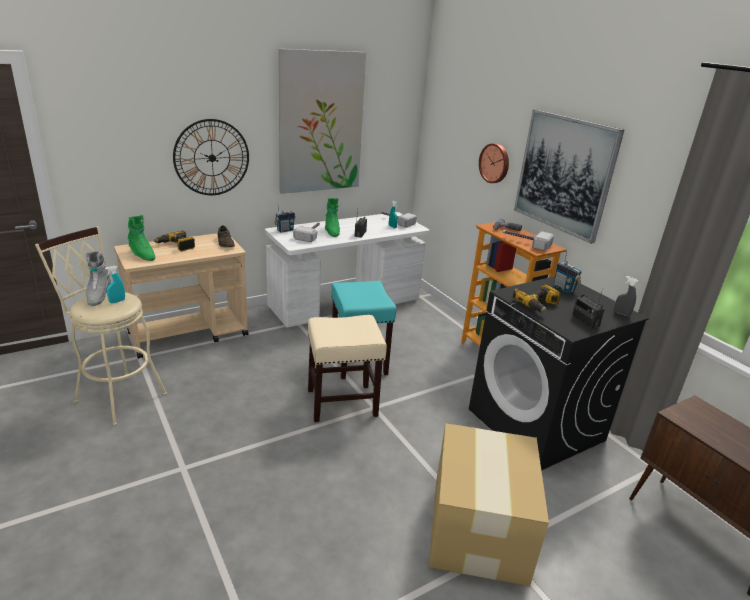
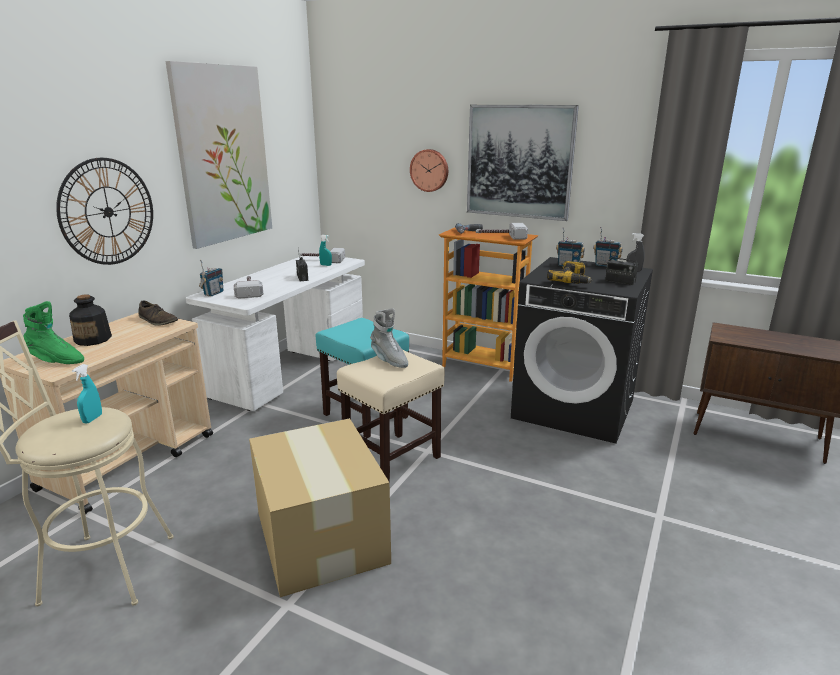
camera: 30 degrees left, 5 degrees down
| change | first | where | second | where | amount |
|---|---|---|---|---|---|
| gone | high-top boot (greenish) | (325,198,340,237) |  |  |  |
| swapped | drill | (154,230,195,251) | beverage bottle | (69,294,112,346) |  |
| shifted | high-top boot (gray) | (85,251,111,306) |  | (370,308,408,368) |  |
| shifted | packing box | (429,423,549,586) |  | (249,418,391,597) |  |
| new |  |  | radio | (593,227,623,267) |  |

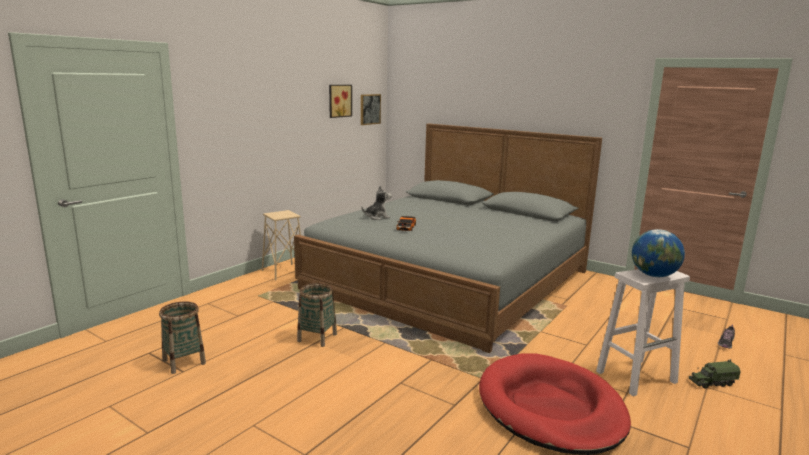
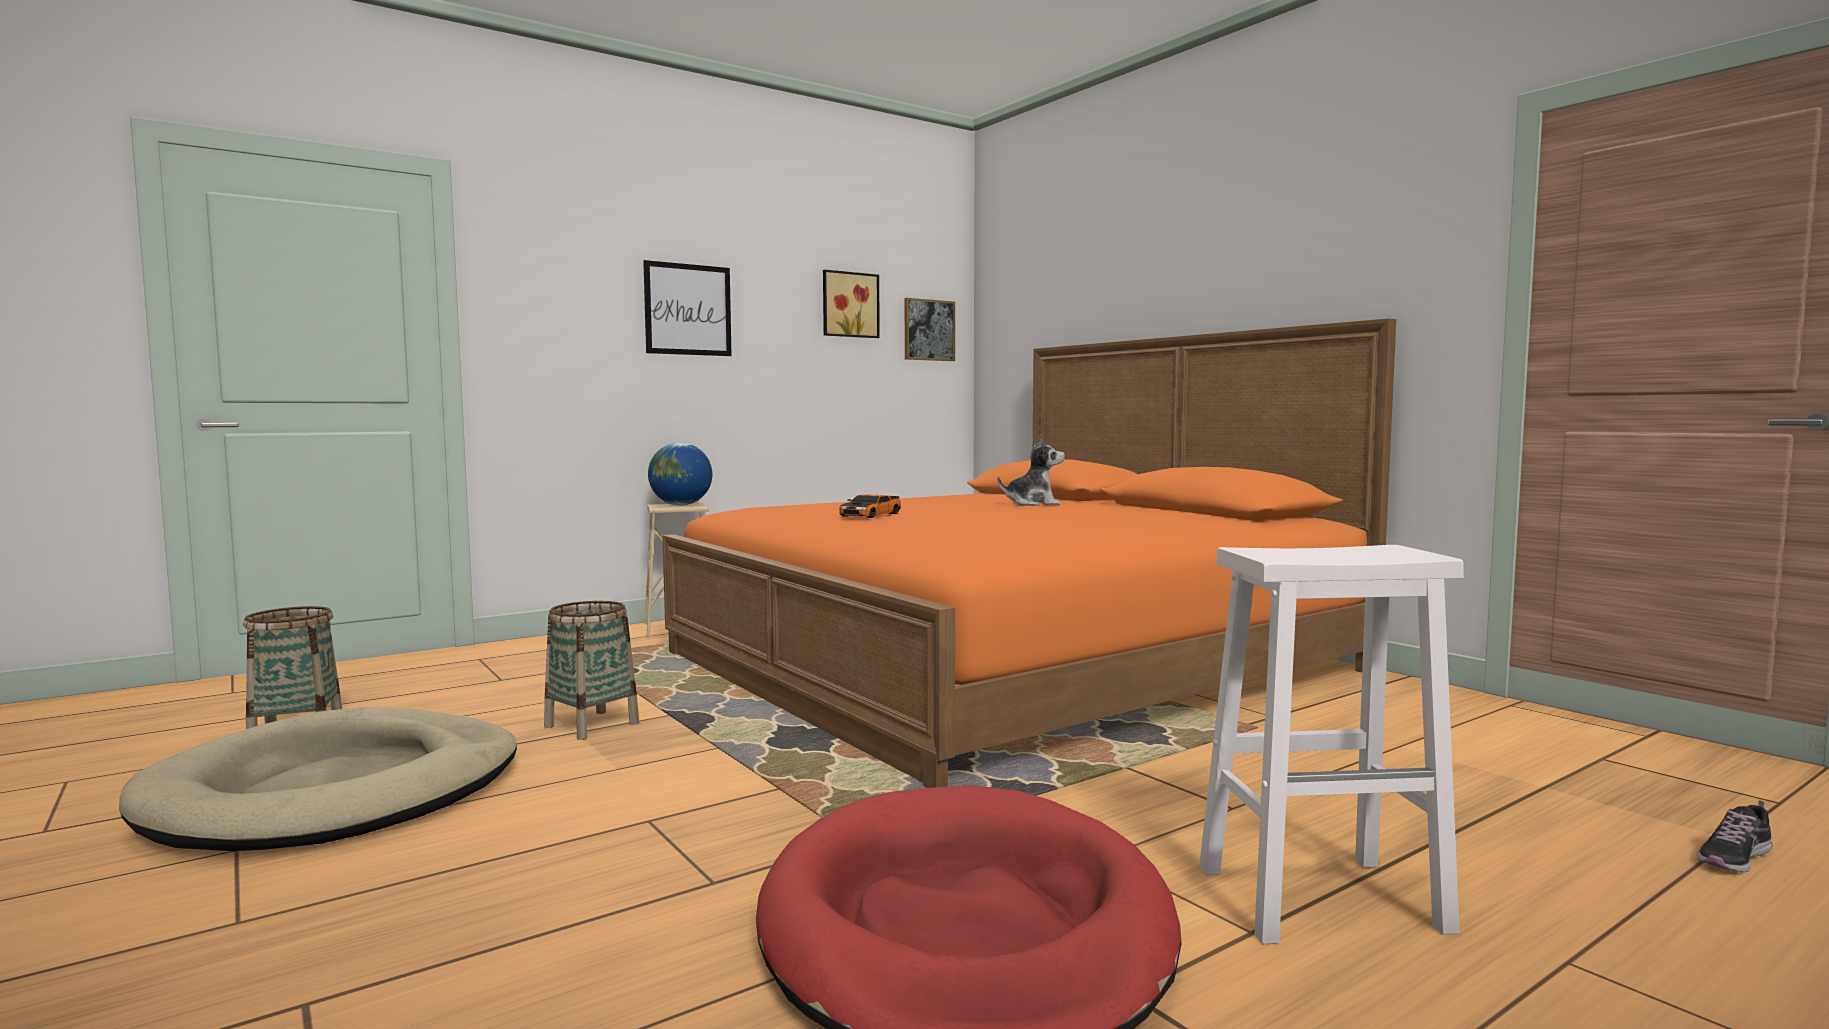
camera: 20 degrees right, 10 degrees down
| change | first | where | second | where | amount |
|---|---|---|---|---|---|
| repainted | bed (gray) | (294,124,602,353) | bed (orange) | (662,318,1396,788) |  |
| shifted | cuddly toy | (361,186,391,220) |  | (998,435,1065,506) |  |
| shifted | globe | (632,229,685,277) |  | (648,443,712,505) |  |
| gone | model truck | (689,359,741,389) |  |  |  |
| new |  |  | picture | (643,260,732,356) |  |
| new |  |  | dog cushion (beige-coloured) | (119,707,517,851) |  |

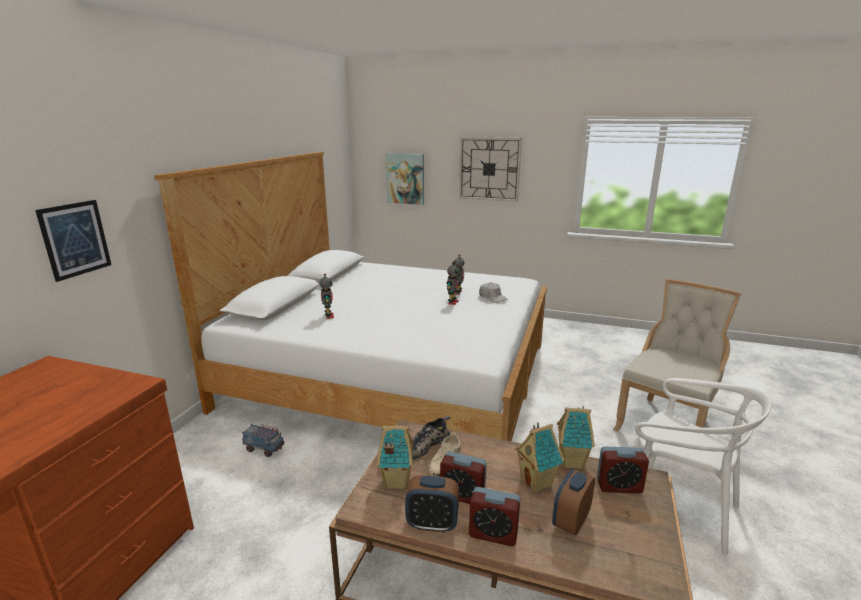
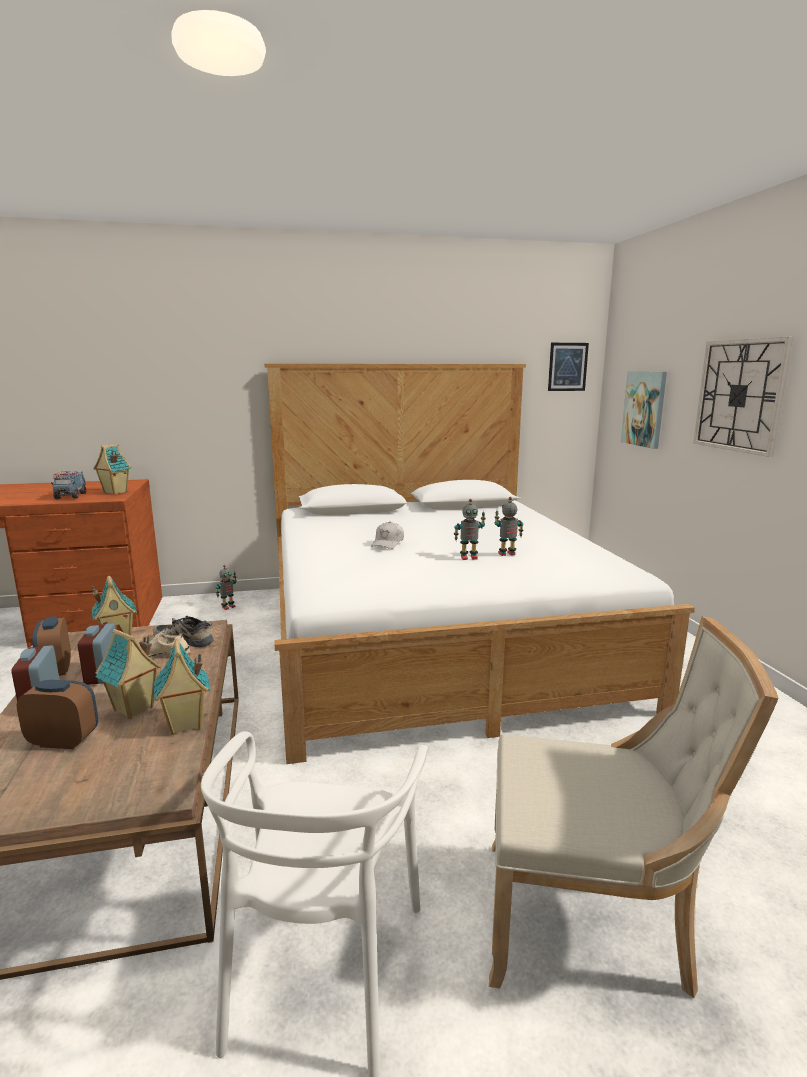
camera: 60 degrees right, 5 degrees down
| change | first | where | second | where | amount |
|---|---|---|---|---|---|
| shifted | picture | (35,200,111,282) |  | (548,343,589,391) |  |
| shifted | model robot | (320,274,334,319) |  | (215,565,237,610) |  |
| shifted | cap (white-coloured) | (479,282,508,303) |  | (371,522,404,549) |  |
| shifted | model truck | (242,424,284,457) |  | (51,471,86,499) |  |
| gone | alarm clock | (597,446,649,494) |  |  |  |
| new |  |  | model house | (93,444,131,494) |  |

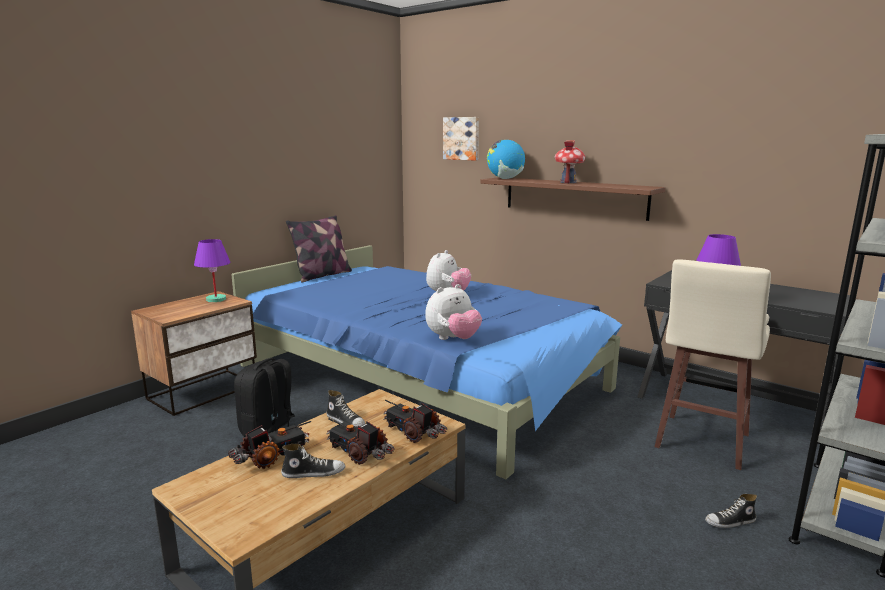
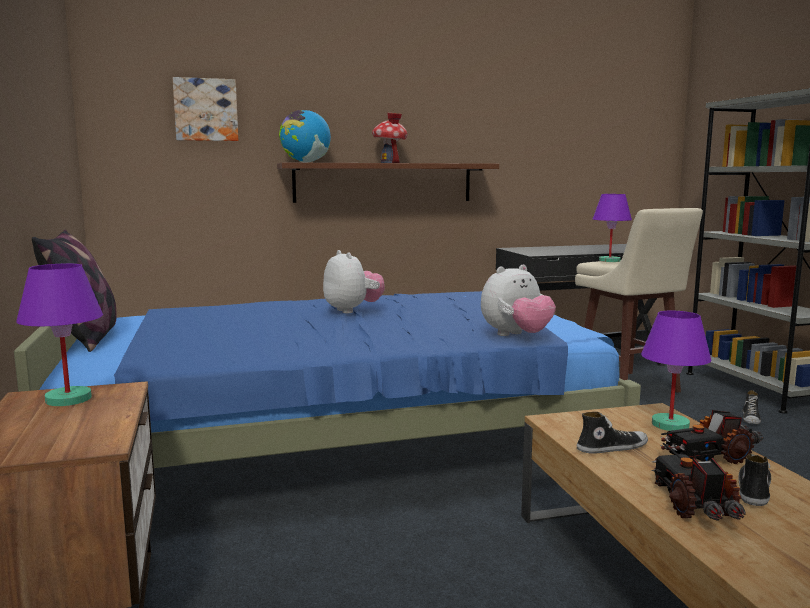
camera: 55 degrees left, 5 degrees down
| change | first | where | second | where | amount |
|---|---|---|---|---|---|
| rotated | cuddly toy | (425,284,482,340) |  | (481,265,556,336) | 60 degrees clockwise |
| gone | backpack (black-coloured) | (234,358,295,437) |  |  |  |
| swapped | model truck | (384,400,447,443) | lamp for a table (purplish) | (641,311,711,431) |  |

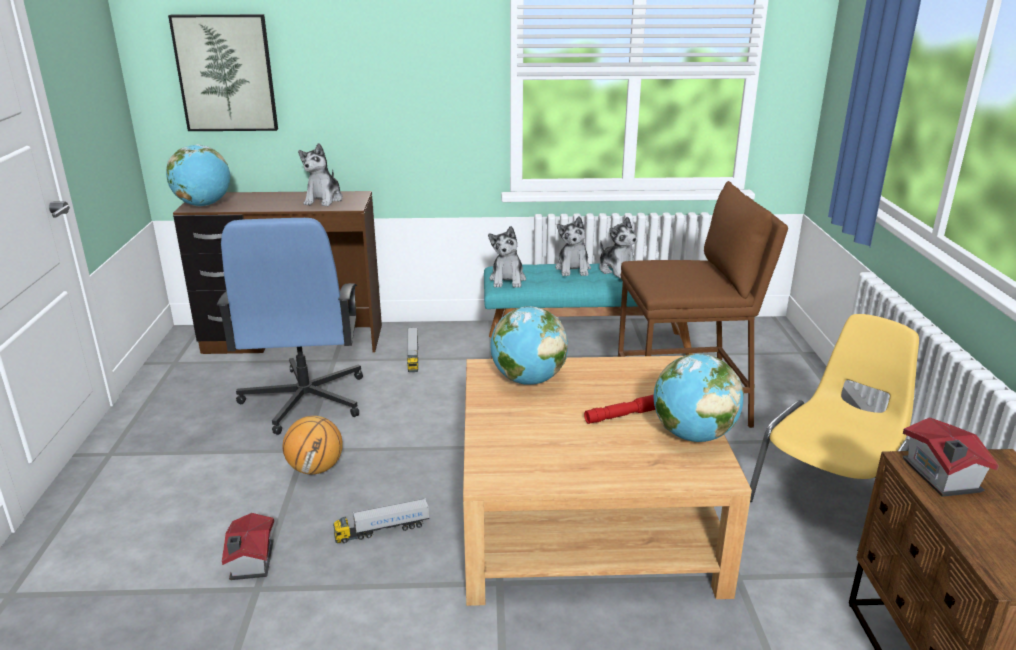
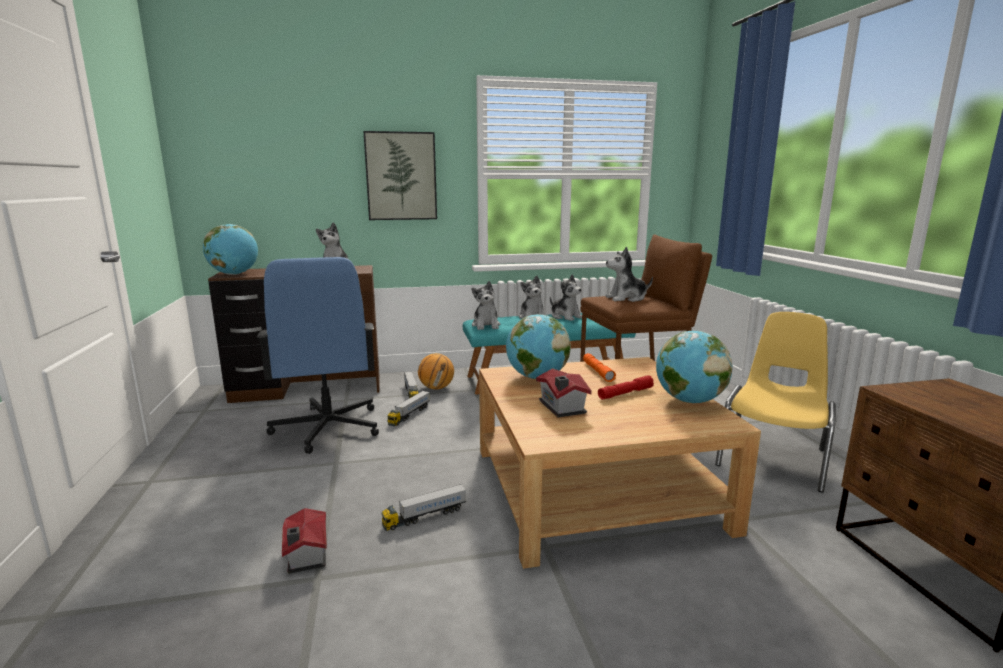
camera: 10 degrees left, 10 degrees down
| change | first | where | second | where | amount |
|---|---|---|---|---|---|
| shifted | picture | (168,14,278,131) |  | (363,131,437,220) |  |
| shifted | basketball | (282,416,343,475) |  | (418,353,454,389) |  |
| shifted | model house | (903,417,999,497) |  | (536,368,592,417) |  |
| new |  |  | cuddly toy | (605,247,653,302) |  |
| new |  |  | torch (orange) | (583,353,616,382) |  |
| new |  |  | model truck | (387,391,430,426) |  |

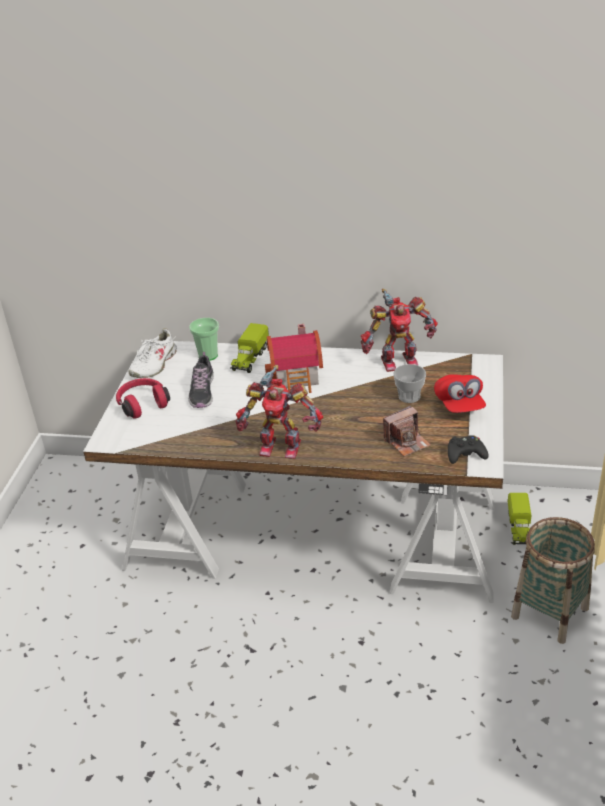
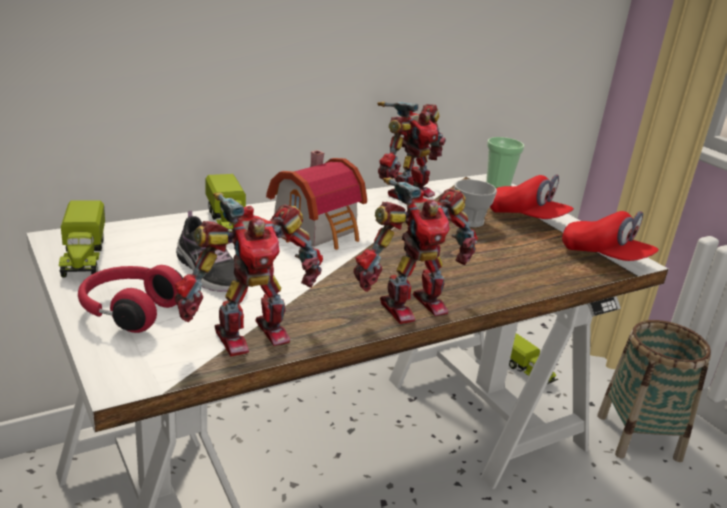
camera: 45 degrees left, 10 degrees down
| change | first | where | second | where | amount |
|---|---|---|---|---|---|
| shifted | cup | (189,318,219,361) |  | (486,137,524,188) |  |
| swapped | shoe (white-coloured) | (129,328,177,378) | model truck | (59,200,105,278) |  |
| gone | still camera | (383,406,431,457) |  |  |  |
| swapped | game controller (black-coloured) | (448,435,488,464) | cap (red-coloured) | (562,211,659,261) |  |
| new |  |  | model robot | (174,193,323,356) |  |

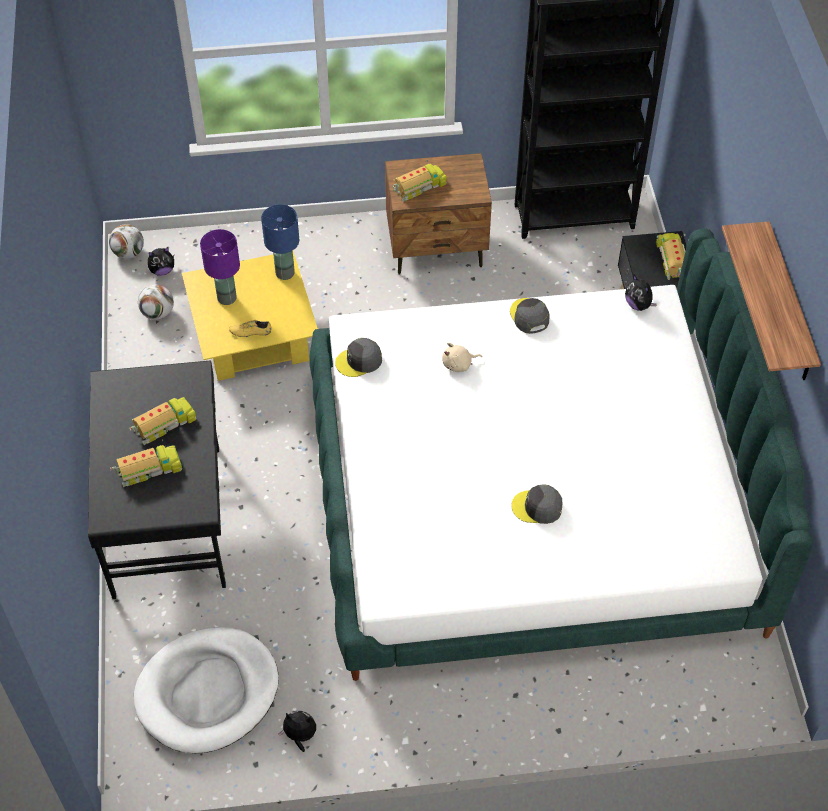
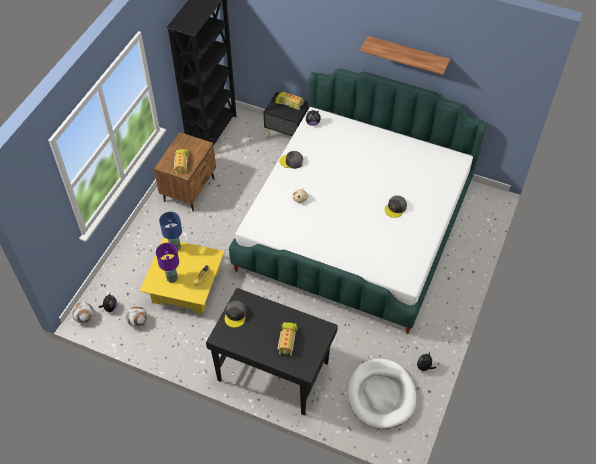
camera: 60 degrees left, 0 degrees up
| change | first | where | second | where | amount |
|---|---|---|---|---|---|
| shifted | cap (gray) | (335,338,382,377) |  | (225,301,247,328) |  |
| gone | model truck | (129,393,196,445) |  |  |  |

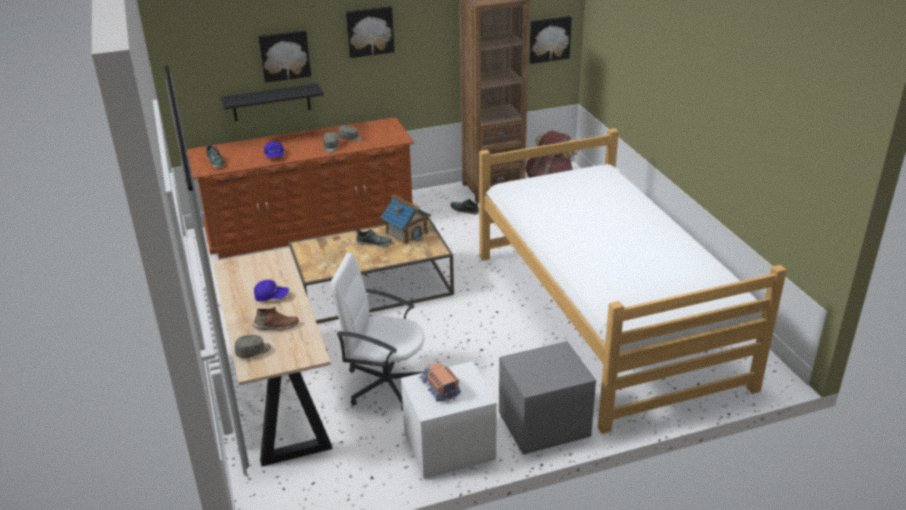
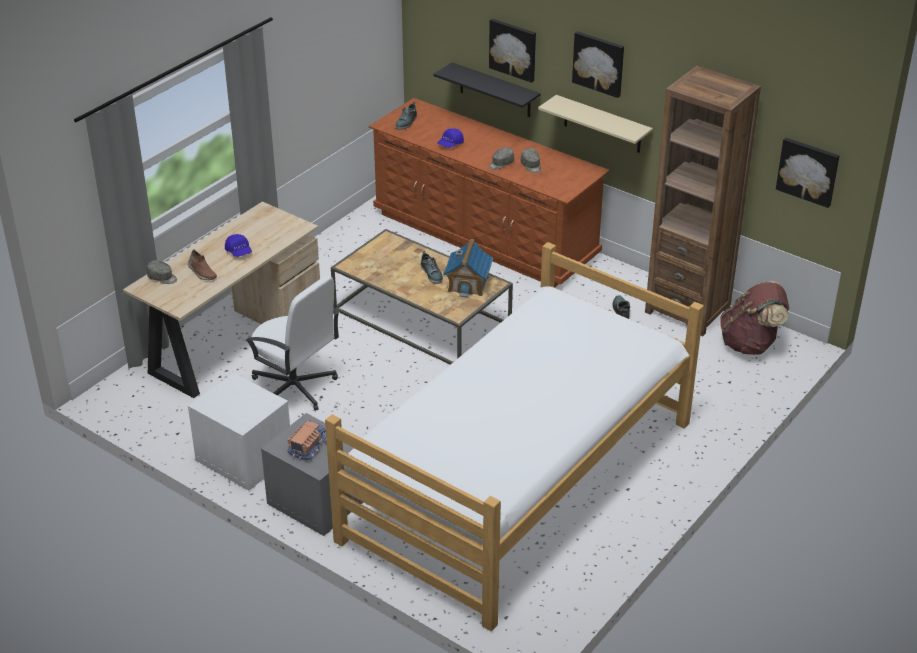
camera: 55 degrees right, 5 degrees up
| change | first | where | second | where | amount |
|---|---|---|---|---|---|
| rotated | office chair (white-coloured) | (331,253,425,411) |  | (245,276,339,411) | 150 degrees clockwise |
| shifted | model truck | (418,361,461,403) |  | (287,420,326,461) |  |
| new |  |  | bracket shelf (beige-coloured) | (538,95,653,153) |  |

